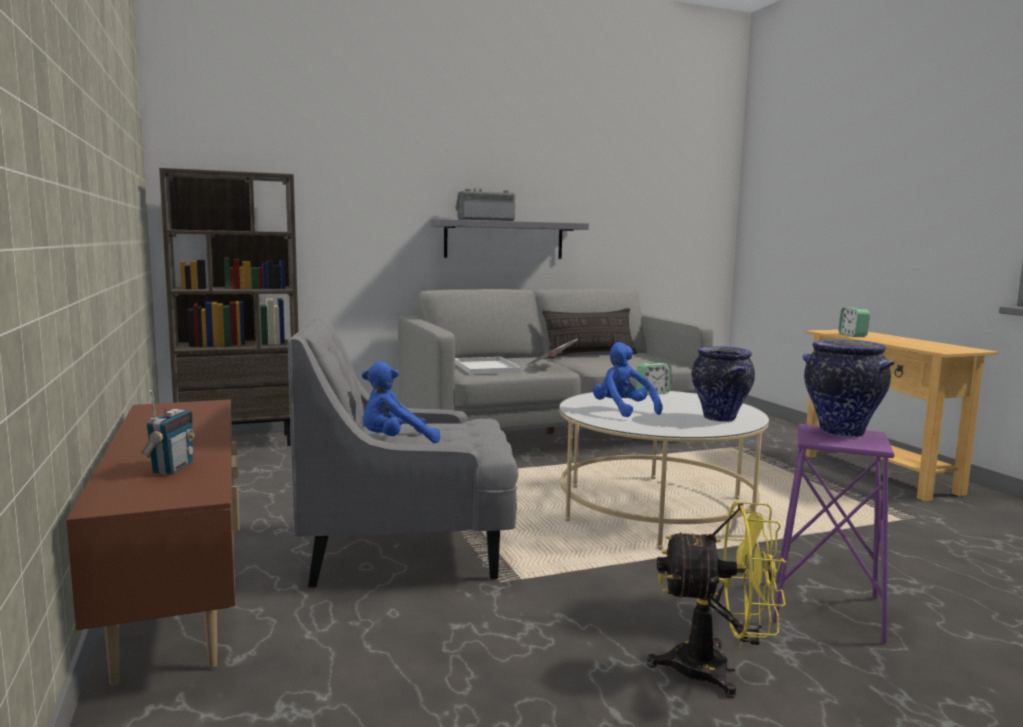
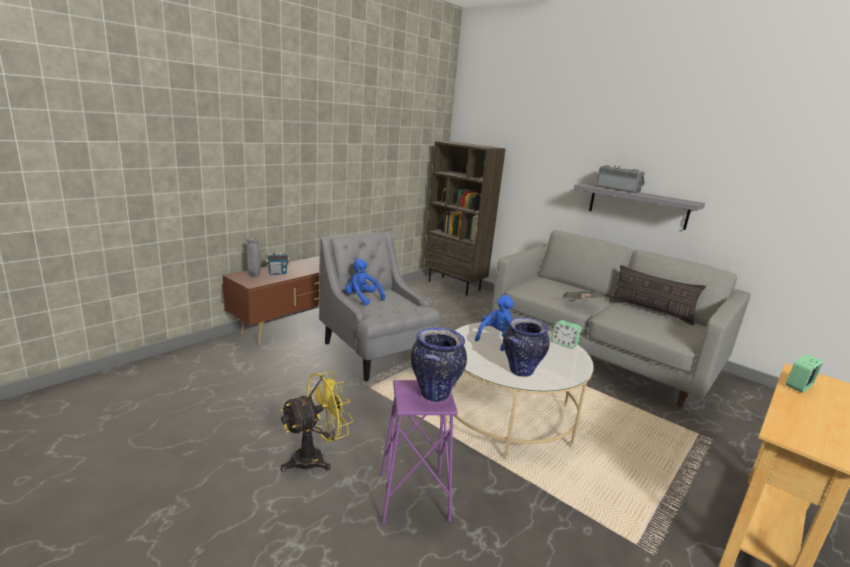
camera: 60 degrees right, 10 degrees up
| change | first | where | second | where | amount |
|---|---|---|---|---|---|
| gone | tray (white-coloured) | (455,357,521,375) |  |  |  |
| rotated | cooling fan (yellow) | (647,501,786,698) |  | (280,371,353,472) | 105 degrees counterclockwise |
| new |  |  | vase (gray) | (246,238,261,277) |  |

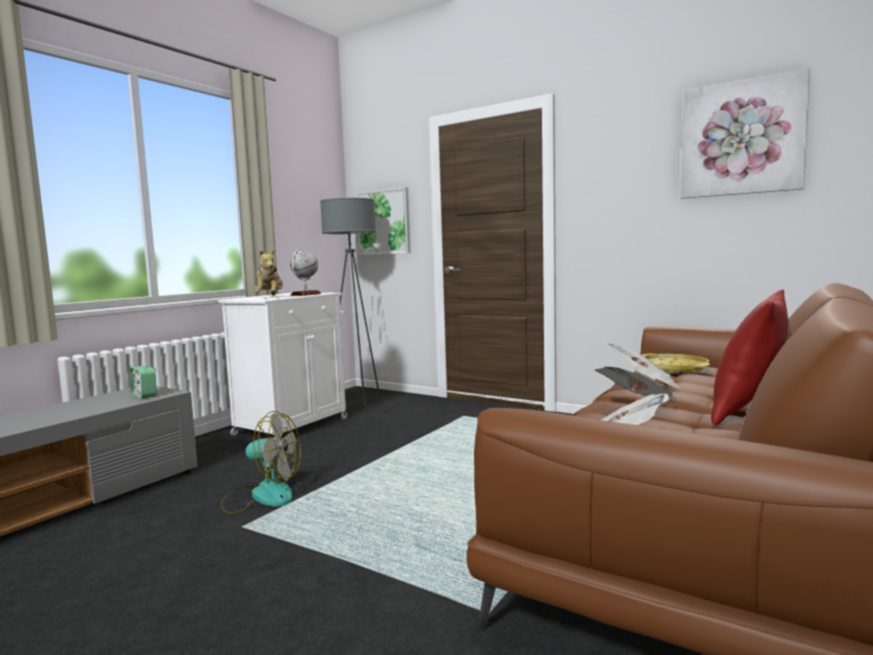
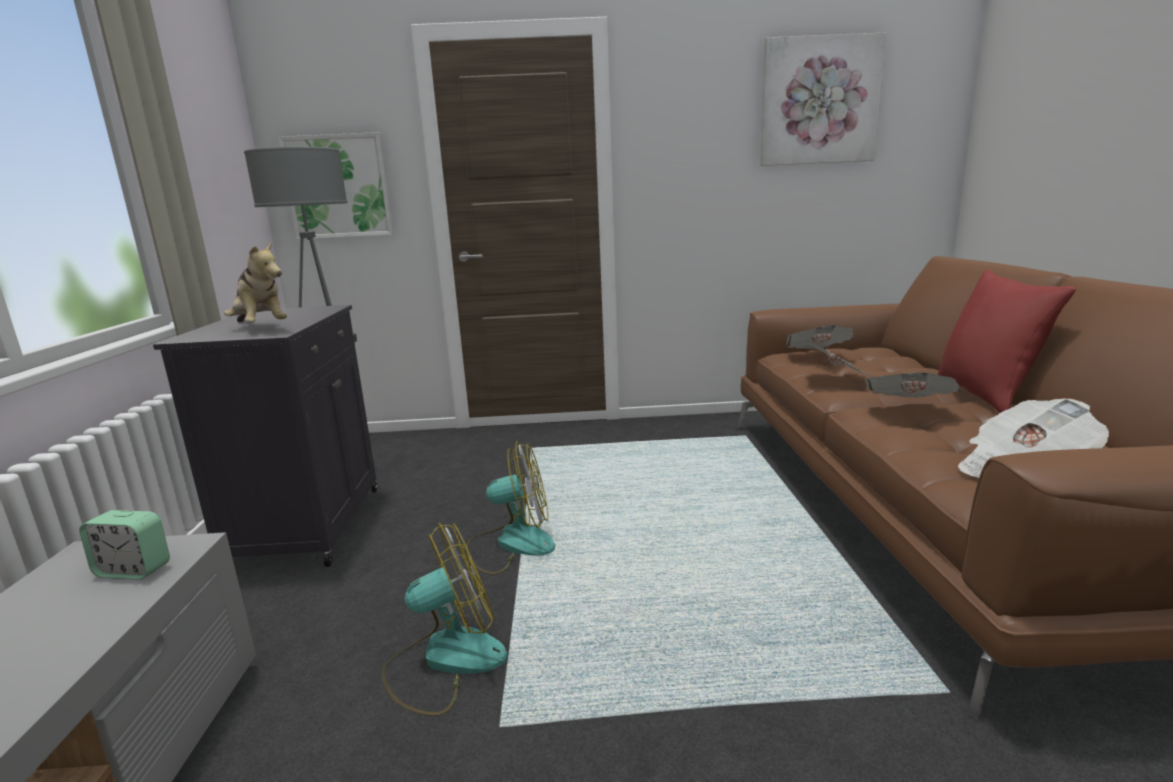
camera: 35 degrees left, 10 degrees up
| change | first | where | second | where | amount |
|---|---|---|---|---|---|
| gone | globe | (290,249,321,296) |  |  |  |
| repainted | cabinet (white-coloured) | (218,292,347,444) | cabinet (black-coloured) | (153,305,377,567) |  |
| swapped | tray (yellow) | (642,354,710,374) | newspaper | (786,325,854,349) |  |
| new |  |  | cooling fan | (466,441,555,575) |  |

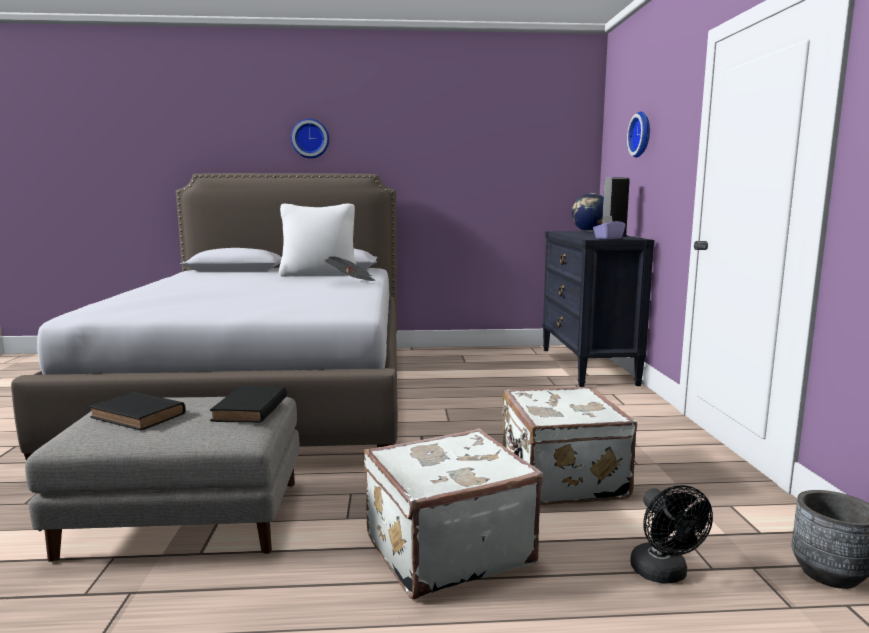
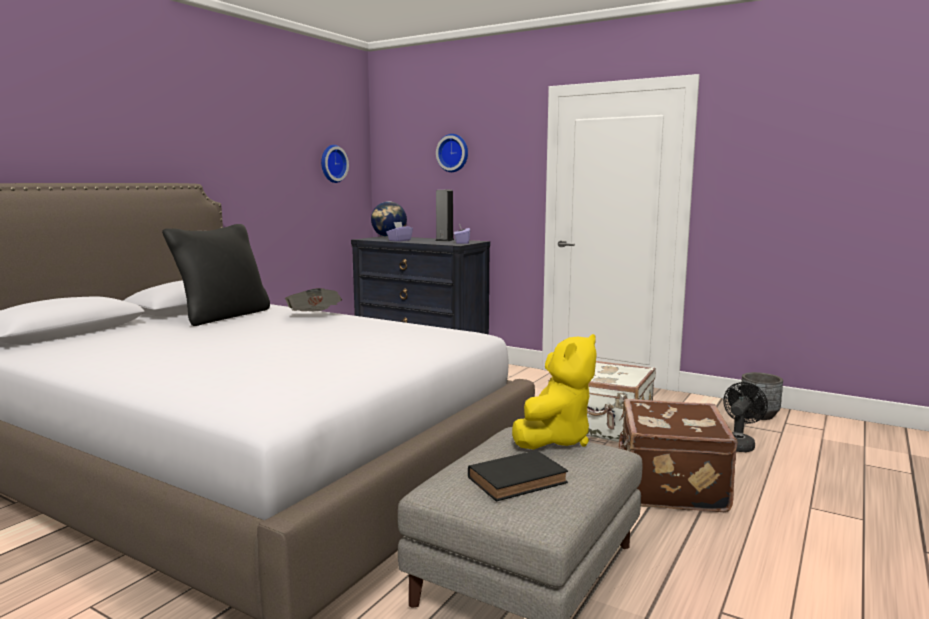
camera: 55 degrees left, 0 degrees up
| change | first | where | second | where | amount |
|---|---|---|---|---|---|
| shifted | wall clock | (291,119,329,158) |  | (321,145,349,183) |  |
| repainted | throw pillow (white-coloured) | (279,204,356,277) | throw pillow (black-coloured) | (162,224,270,326) |  |
| swapped | volume (black-coloured) | (210,386,287,423) | cuddly toy (yellow) | (512,334,596,449) |  |
| repainted | suitcase (white-coloured) | (364,428,543,599) | suitcase (brown) | (618,399,738,512) |  |
| rotated | cooling fan (black-coloured) | (630,485,713,584) |  | (723,382,768,452) | 75 degrees counterclockwise |
| new |  |  | tissue box (purplish) | (386,222,413,242) |  |

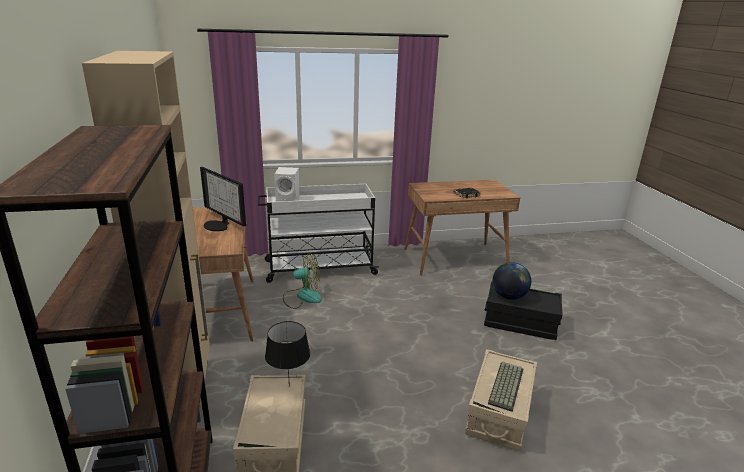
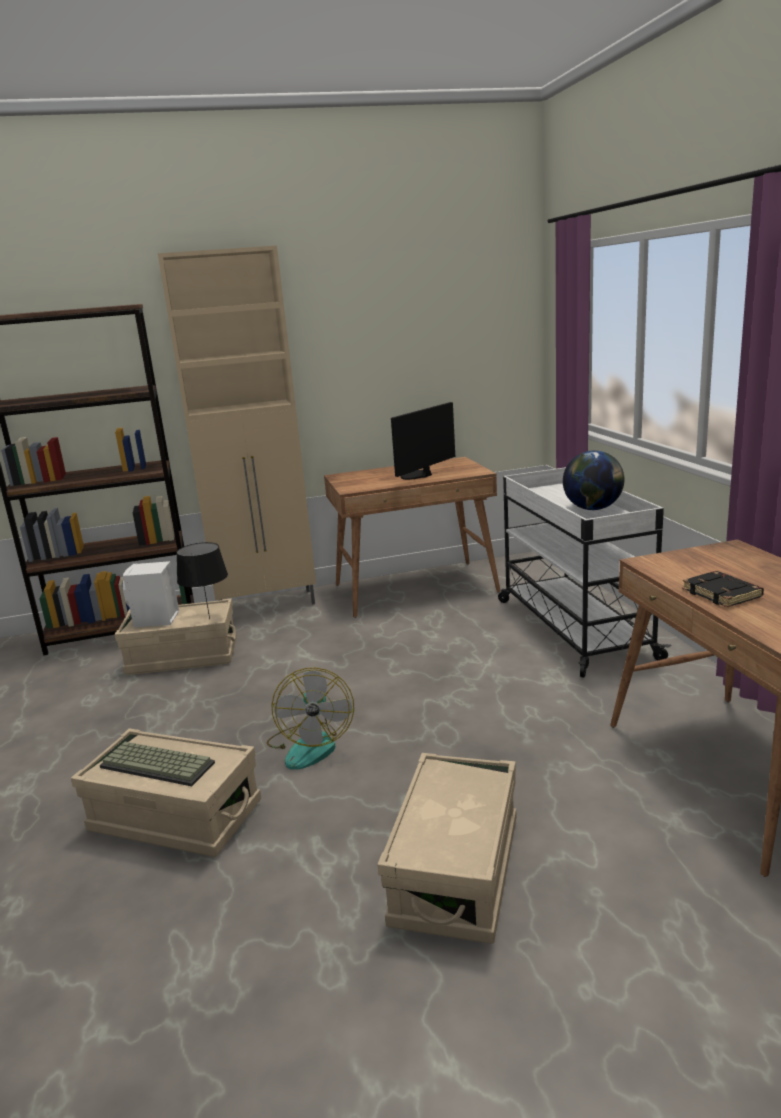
camera: 90 degrees right, 5 degrees down
| change | first | where | second | where | amount |
|---|---|---|---|---|---|
| shifted | speaker (white-coloured) | (274,167,300,202) |  | (123,561,179,628) |  |
| shifted | cooling fan | (283,253,322,309) |  | (267,667,354,770) |  |
| shifted | globe | (492,262,531,300) |  | (563,450,624,510) |  |
| repainted | storage box (black-coloured) | (484,281,563,340) | storage box (beige-coloured) | (377,753,517,944) |  |

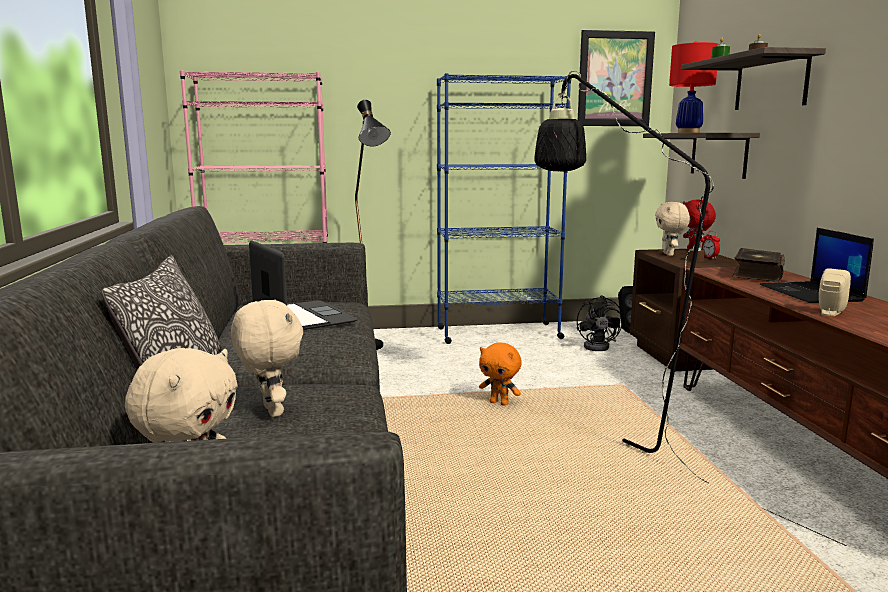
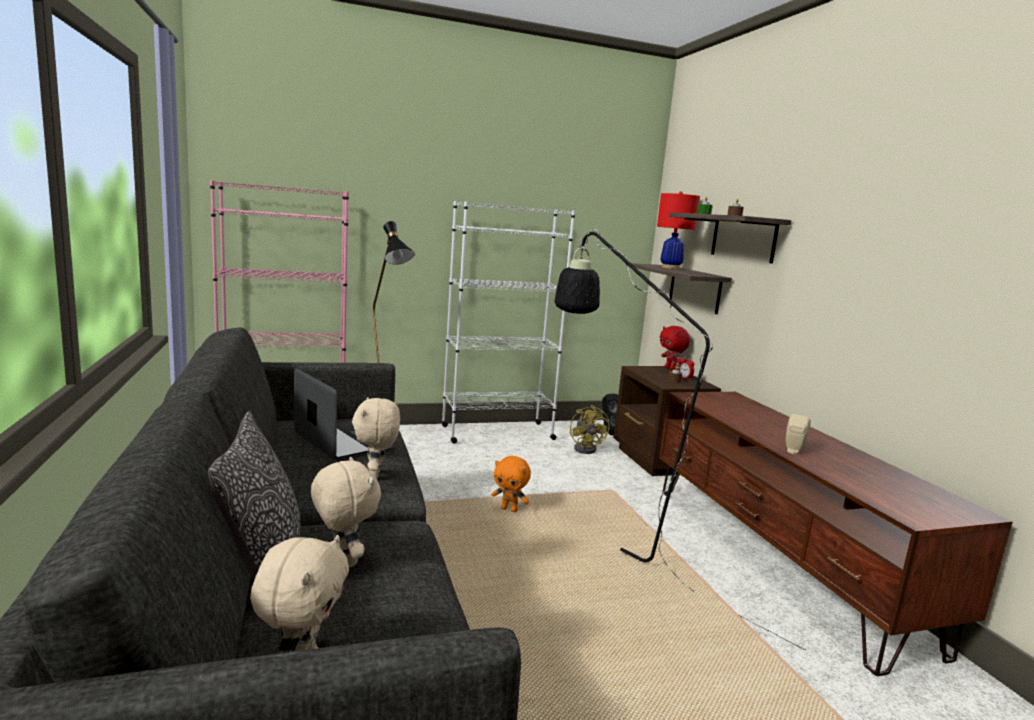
camera: 10 degrees left, 0 degrees up
| change | first | where | second | where | amount |
|---|---|---|---|---|---|
| gone | picture | (578,30,655,126) |  |  |  |
| repainted | bookcase (bluish) | (437,73,571,344) | bookcase (white-coloured) | (442,201,576,444) |  |
| shifted | cuddly toy (beige-coloured) | (655,202,690,256) |  | (352,397,400,479) |  |
| gone | portable computer | (760,228,874,303) |  |  |  |
| gone | volume | (732,248,785,282) |  |  |  |
| repainted | cooling fan (black-coloured) | (577,295,623,351) | cooling fan (yellow) | (569,405,609,454) |  |

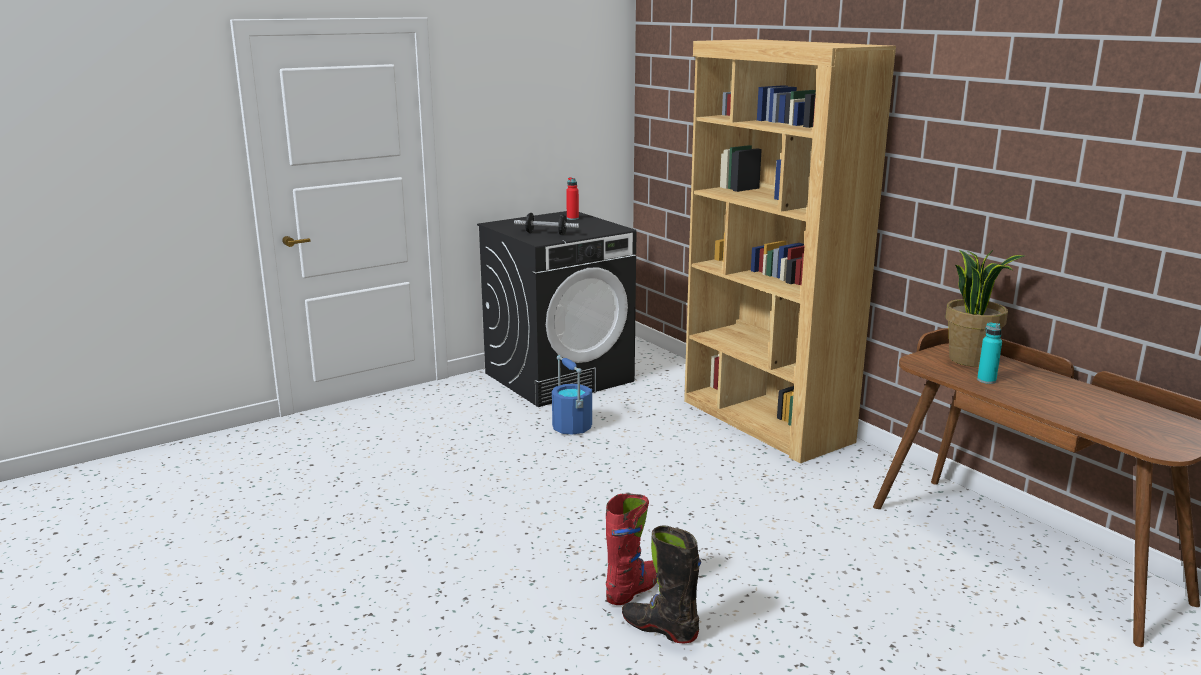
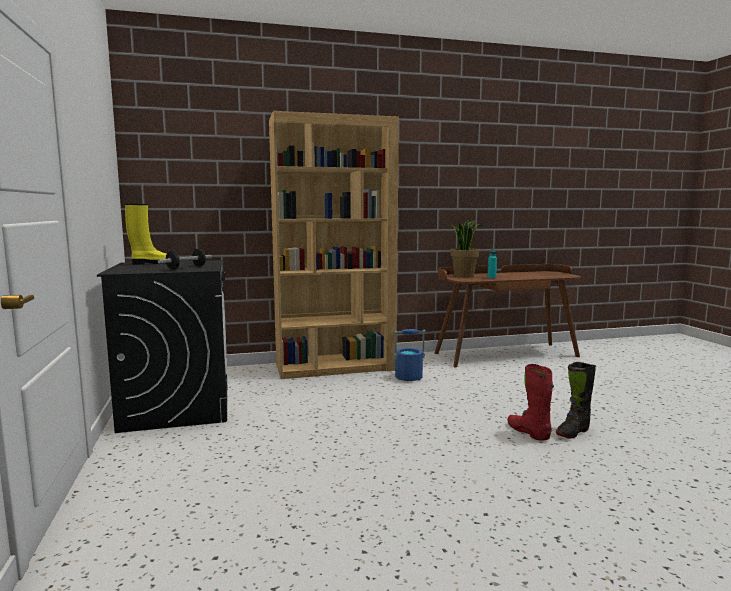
camera: 70 degrees left, 10 degrees down
| change | first | where | second | where | amount |
|---|---|---|---|---|---|
| swapped | beverage bottle (red-coloured) | (566,177,579,220) | high-top boot (yellow) | (125,204,167,265) |  |
| shifted | bucket (bluish) | (552,355,592,434) |  | (394,329,426,381) |  |

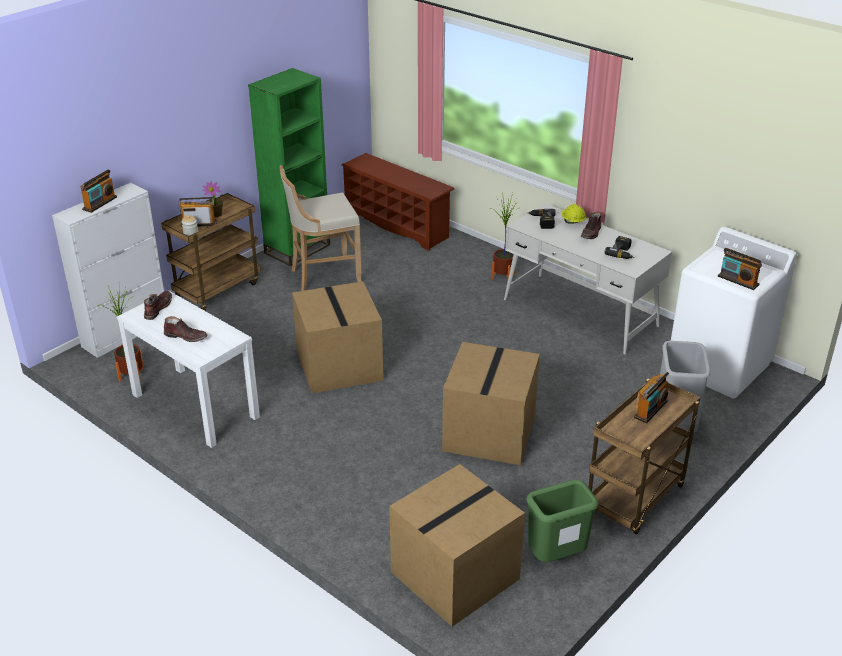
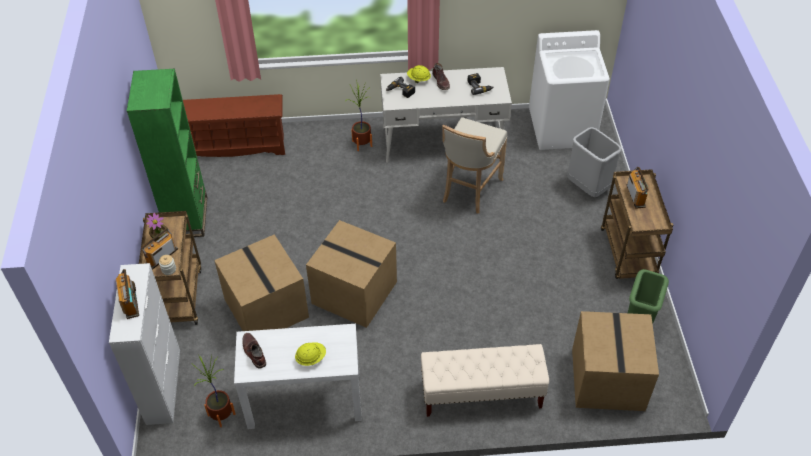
camera: 45 degrees left, 15 degrees up
| change | first | where | second | where | amount |
|---|---|---|---|---|---|
| shifted | sitting stool (beige-coloured) | (279,165,362,291) |  | (442,117,507,214) |  |
| gone | radio | (718,248,762,290) |  |  |  |
| swapped | high-top boot (brown) | (164,316,208,342) | hard hat (yellow) | (295,342,326,366) |  |
| shifted | packing box | (442,342,540,465) |  | (214,234,309,331) |  |
| new |  |  | bench (beige-coloured) | (421,344,549,417) |  |

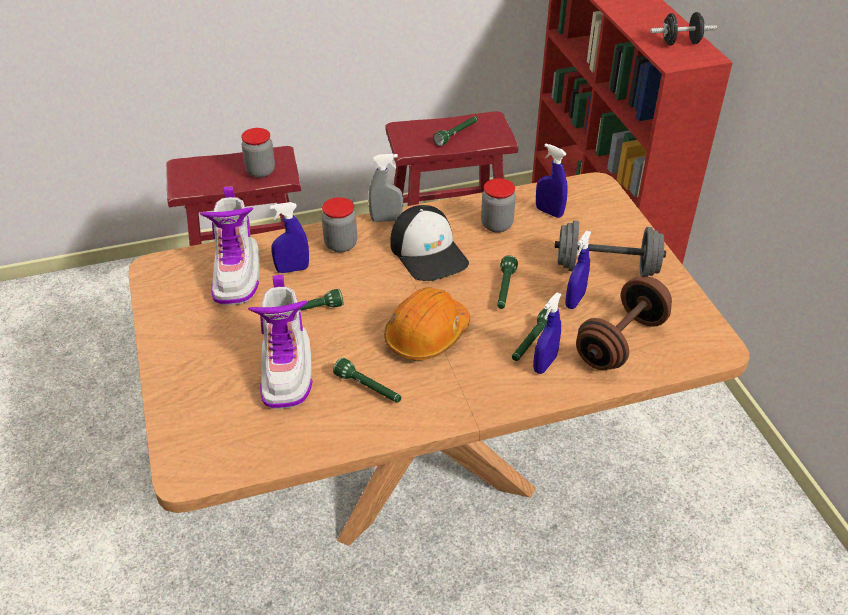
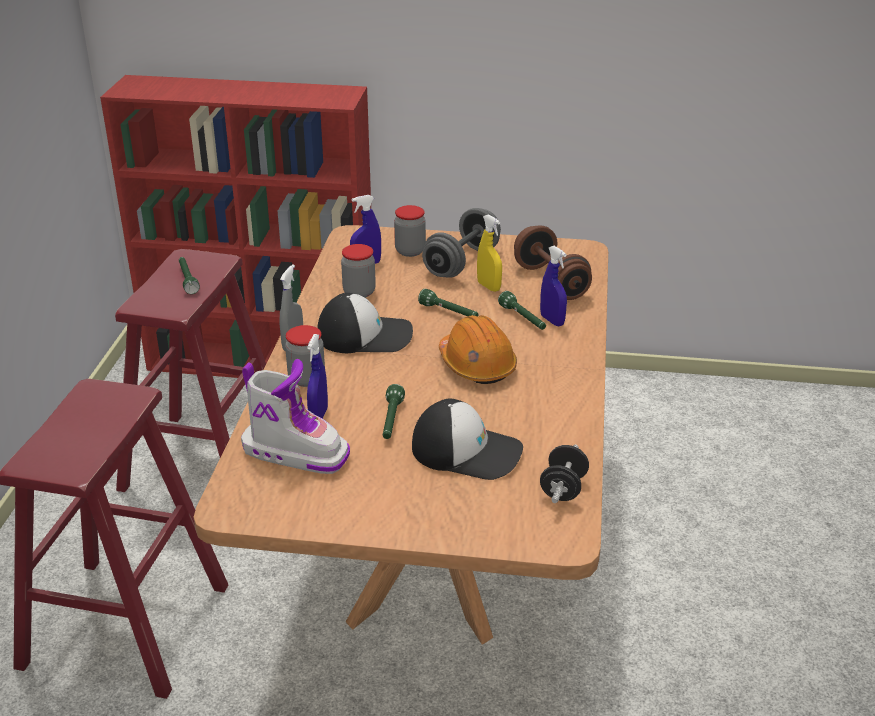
camera: 65 degrees left, 10 degrees down
| change | first | where | second | where | amount |
|---|---|---|---|---|---|
| shifted | hand weight (black-coloured) | (650,12,717,45) |  | (540,445,589,503) |  |
| shifted | storage jar | (241,128,275,178) |  | (394,205,426,257) |  |
| repainted | sprayer (bluish) | (565,230,591,309) | sprayer (yellow) | (477,214,502,292) |  |
| swapped | high-top boot | (248,275,312,409) | cap | (412,399,523,480) |  |
| gone | torch (greenish) | (333,358,401,403) |  |  |  |

